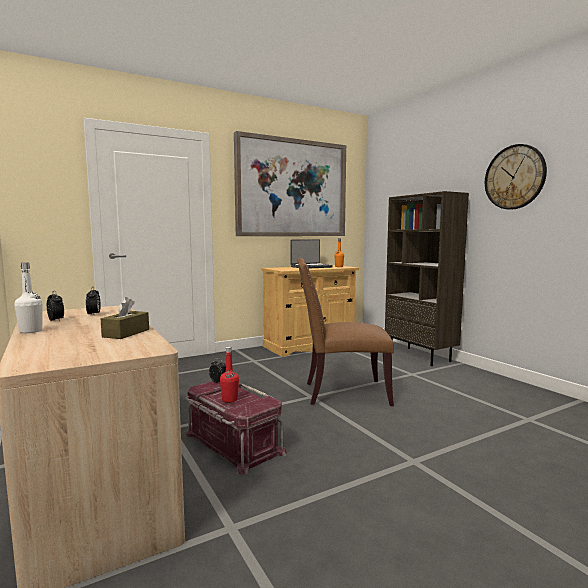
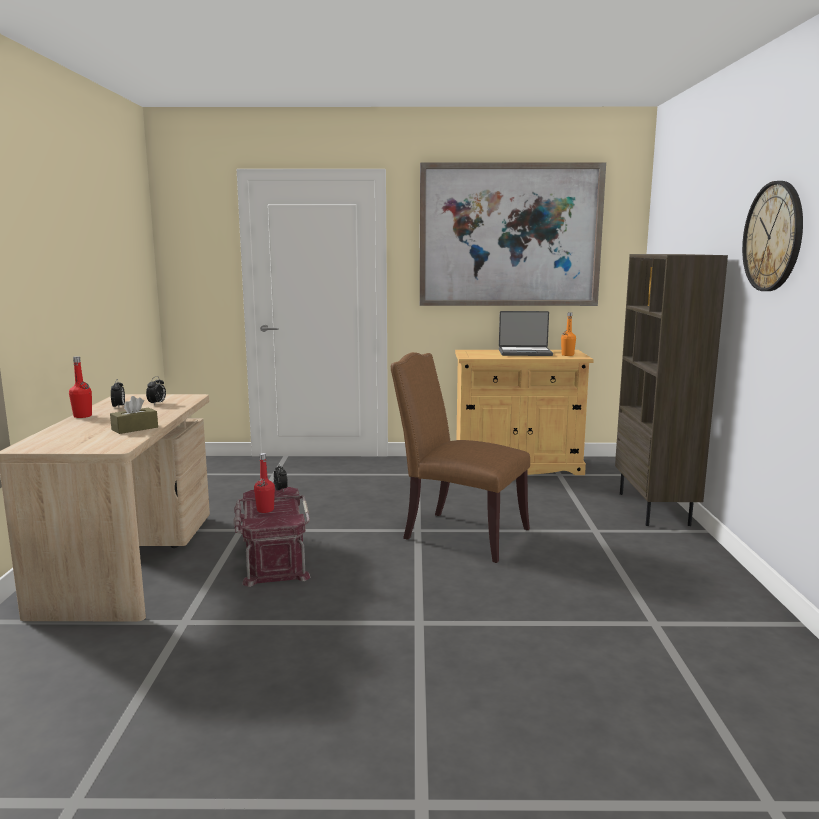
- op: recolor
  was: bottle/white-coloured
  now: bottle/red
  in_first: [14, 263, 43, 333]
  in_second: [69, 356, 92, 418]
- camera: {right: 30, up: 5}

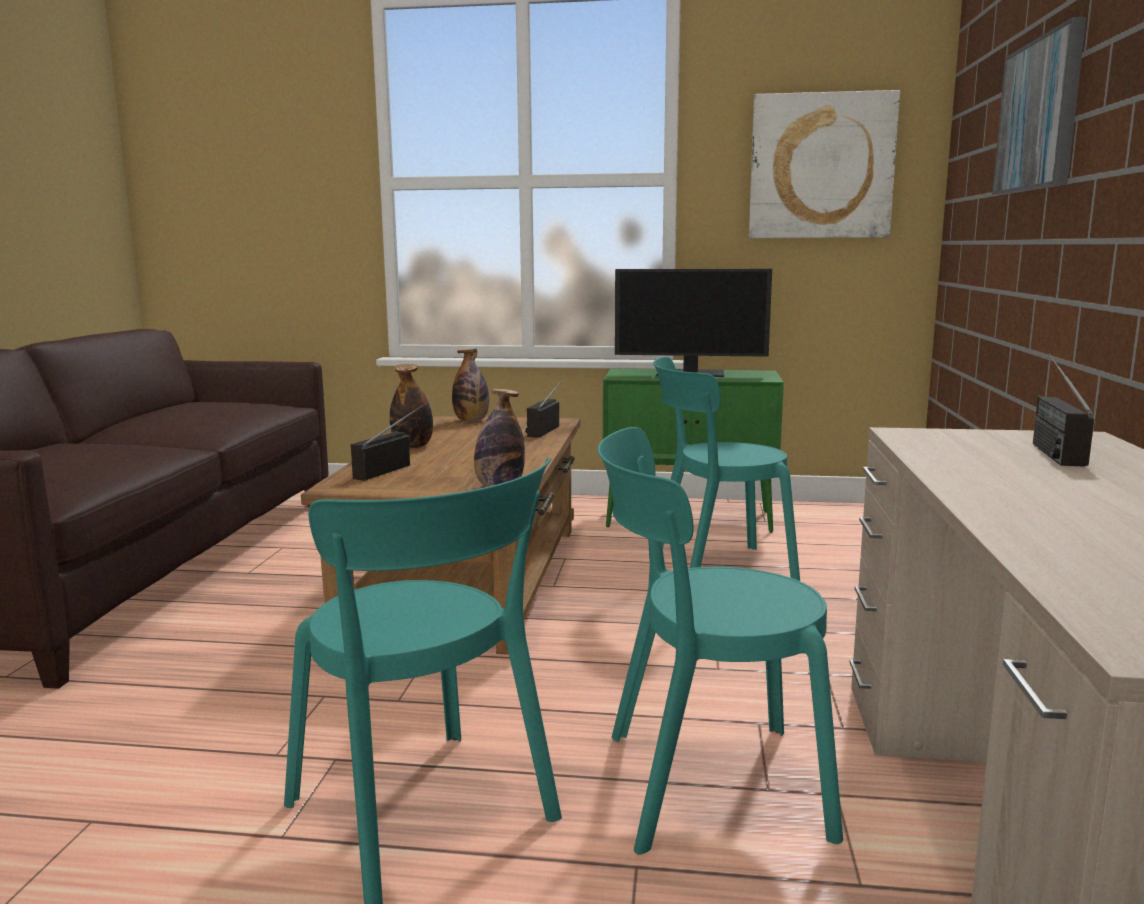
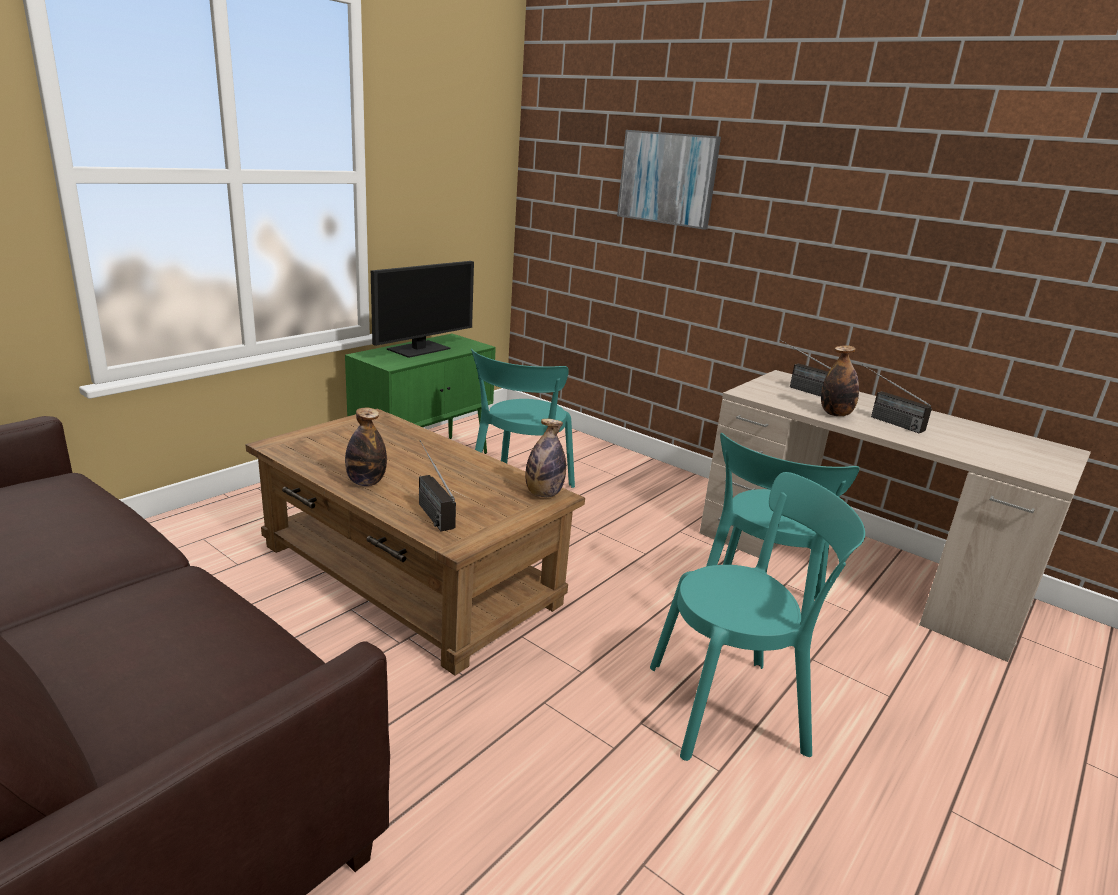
- op: delete
  was: wall picture
  in_first: [749, 90, 900, 238]
- op: move
  was: bottle
  in_first: [452, 349, 489, 421]
  in_second: [821, 345, 859, 416]
- op: move
  was: radio receiver
  in_first: [525, 374, 568, 438]
  in_second: [862, 364, 932, 433]
- camera: {right: -60, up: 10}

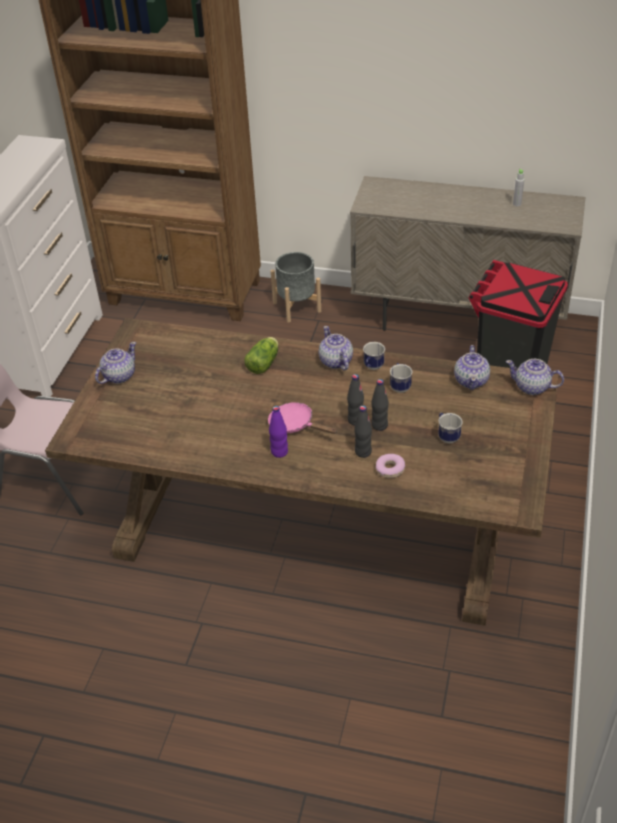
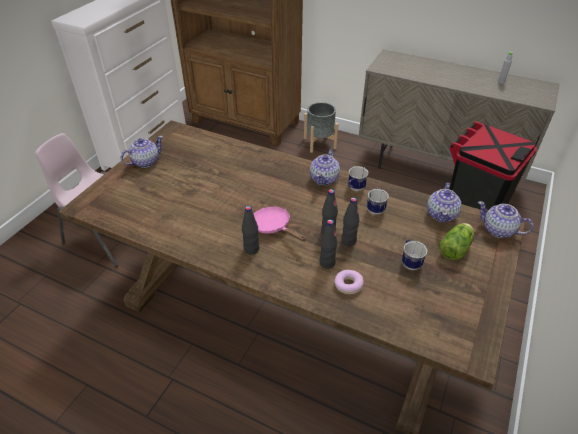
- op: move
  was: lettuce head
  in_first: [244, 337, 279, 374]
  in_second: [439, 223, 474, 260]
- op: recolor
  was: bottle/purple-coloured
  now: bottle/blackish
  in_first: [269, 406, 288, 458]
  in_second: [242, 206, 259, 254]
- op: rotate
  was: teapot
  in_first: [319, 326, 353, 370]
  in_second: [310, 150, 340, 185]
  clockwise: -150
- camera: {right: 10, up: 0}

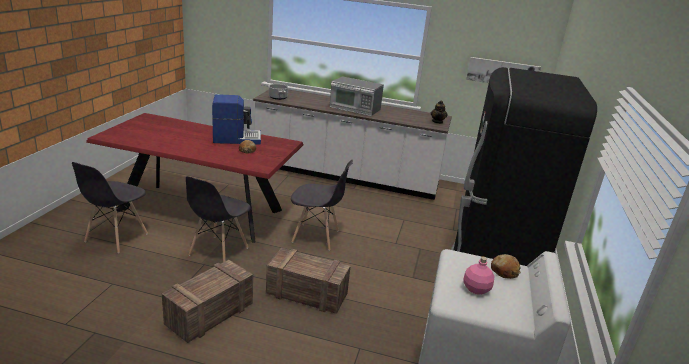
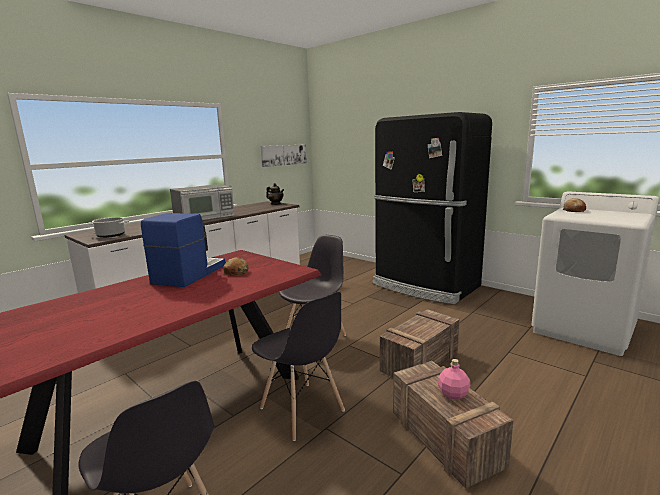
- op: move
  was: bottle/pink-coloured
  in_first: [463, 256, 494, 295]
  in_second: [438, 359, 470, 400]
- camera: {right: -60, up: -10}

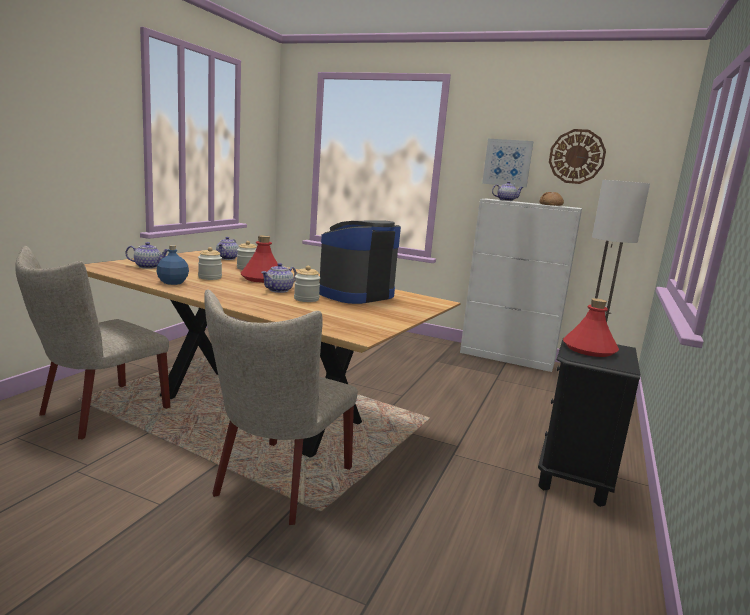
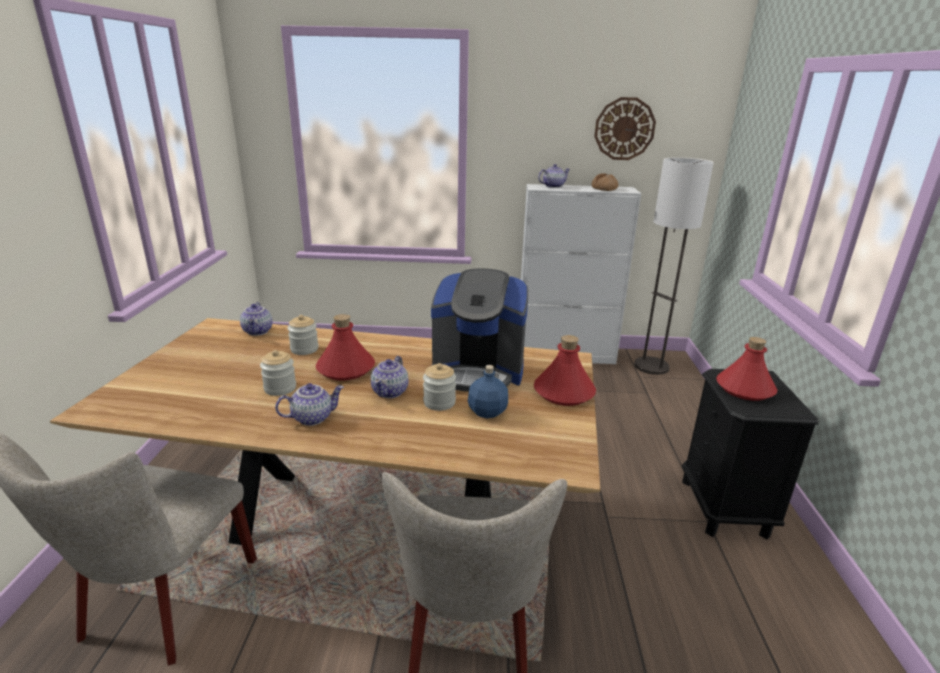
- op: delete
  was: wall picture
  in_first: [482, 139, 534, 187]
- op: insert
  now: bottle/red
  in_second: [534, 335, 596, 406]
- op: move
  was: teapot
  in_first: [125, 242, 168, 269]
  in_second: [275, 383, 344, 426]
- op: move
  was: bottle/blue
  in_first: [157, 245, 189, 285]
  in_second: [468, 365, 508, 418]
- op: rotate
  was: coffee machine
  in_first: [319, 220, 401, 304]
  in_second: [431, 268, 528, 392]
  clockwise: -105
- camera: {right: -20, up: 10}

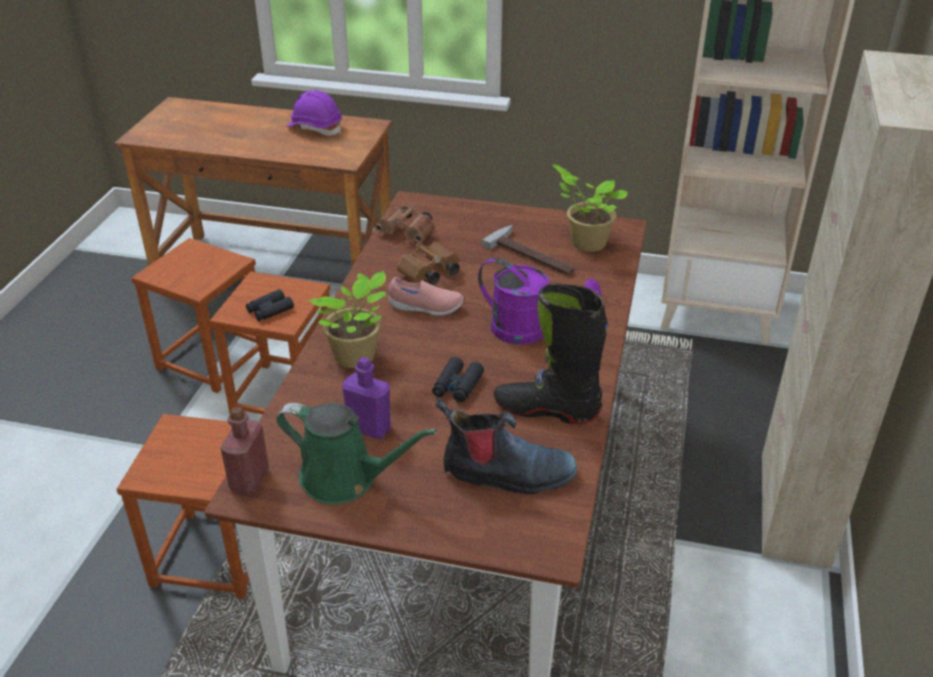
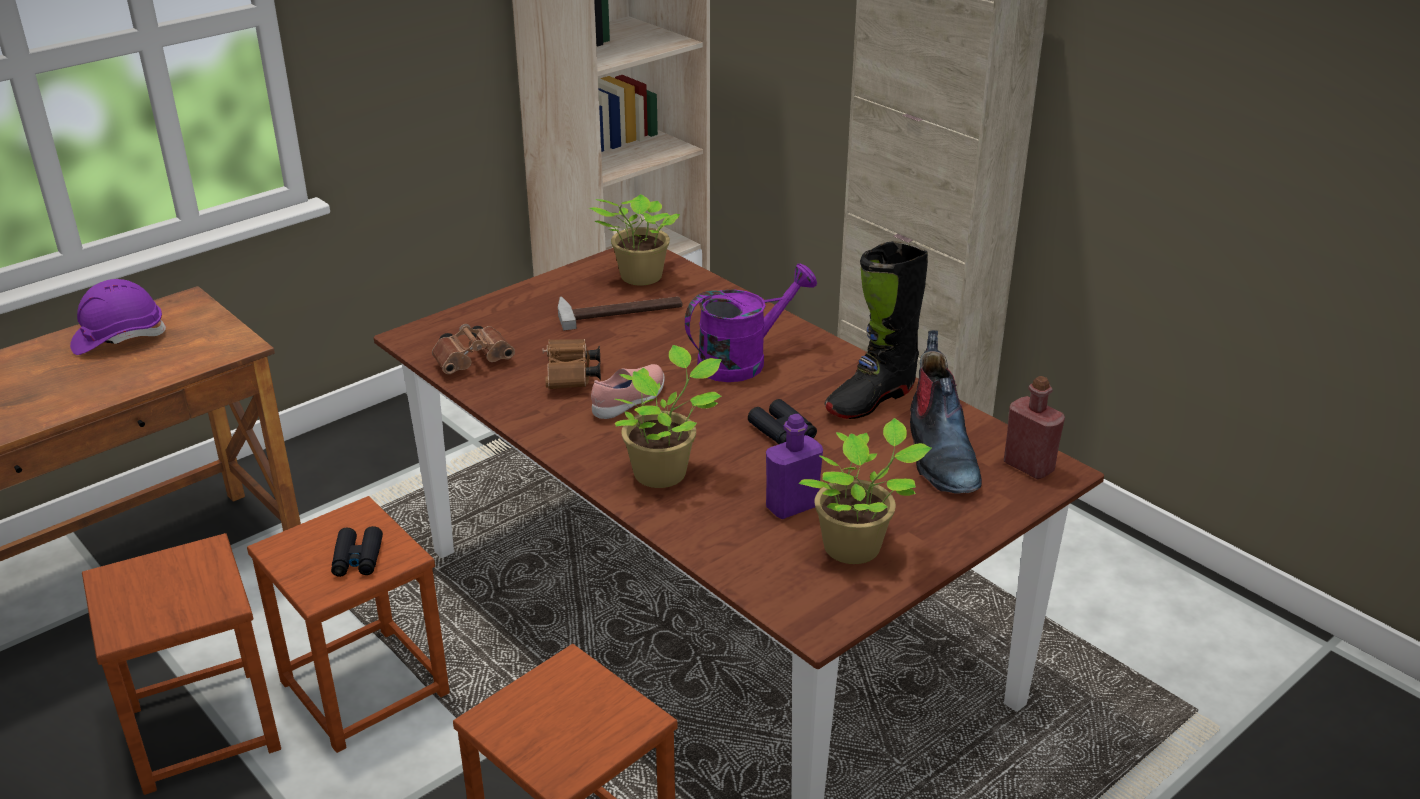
- op: move
  was: bottle/red
  in_first: [220, 407, 269, 494]
  in_second: [1004, 376, 1065, 479]
- op: replace
  was: watering pot/greenish
  now: plant in a pot
  in_first: [276, 403, 437, 504]
  in_second: [799, 418, 932, 564]
- op: rotate
  was: boot
  in_first: [435, 398, 577, 494]
  in_second: [910, 330, 982, 494]
  clockwise: 135
- camera: {right: -55, up: -5}

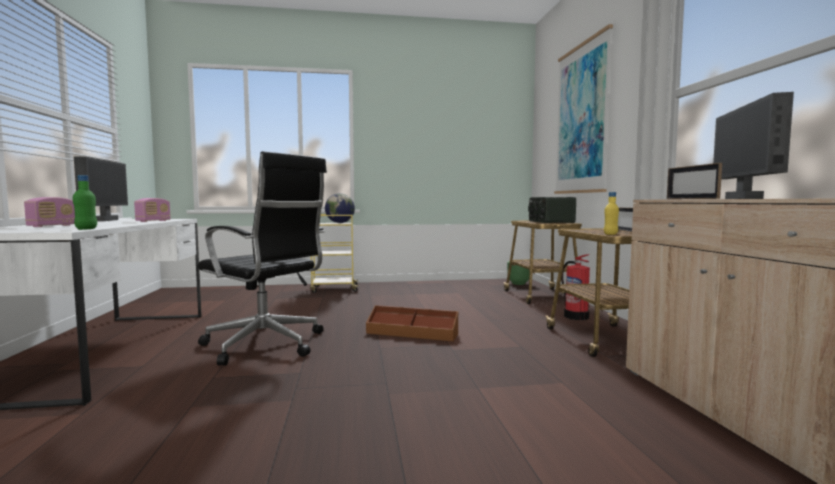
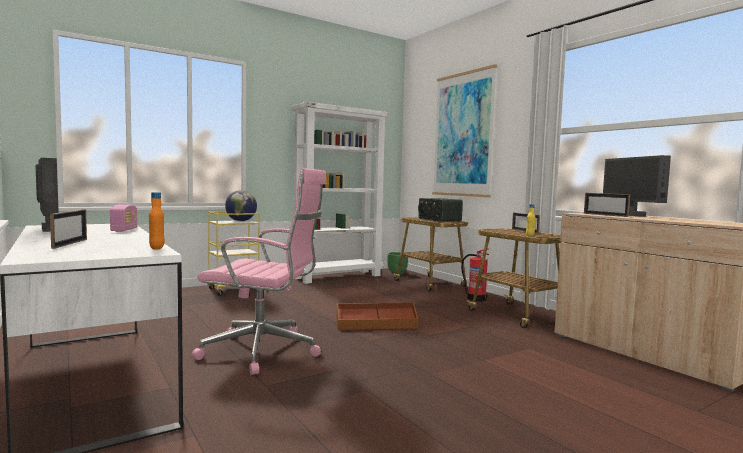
- op: insert
  now: bookshelf/white-coloured
  in_second: [291, 102, 389, 284]
- op: replace
  was: radio receiver
  now: standing frame
  in_first: [24, 197, 75, 227]
  in_second: [50, 209, 87, 249]
- op: recolor
  was: bottle/greenish
  now: bottle/orange-coloured
  in_first: [73, 175, 97, 230]
  in_second: [149, 192, 165, 250]
- op: recolor
  was: desk chair/blackish
  now: desk chair/pink-coloured
  in_first: [198, 151, 327, 366]
  in_second: [192, 168, 327, 375]
- camera: {right: -25, up: 0}

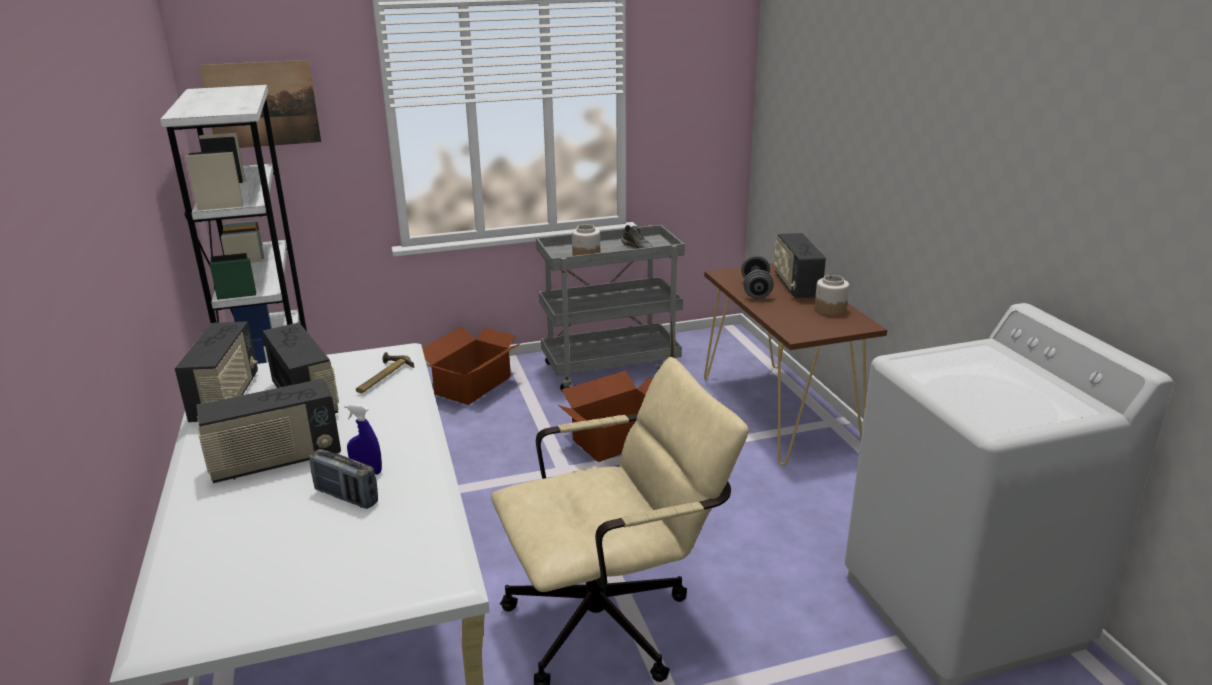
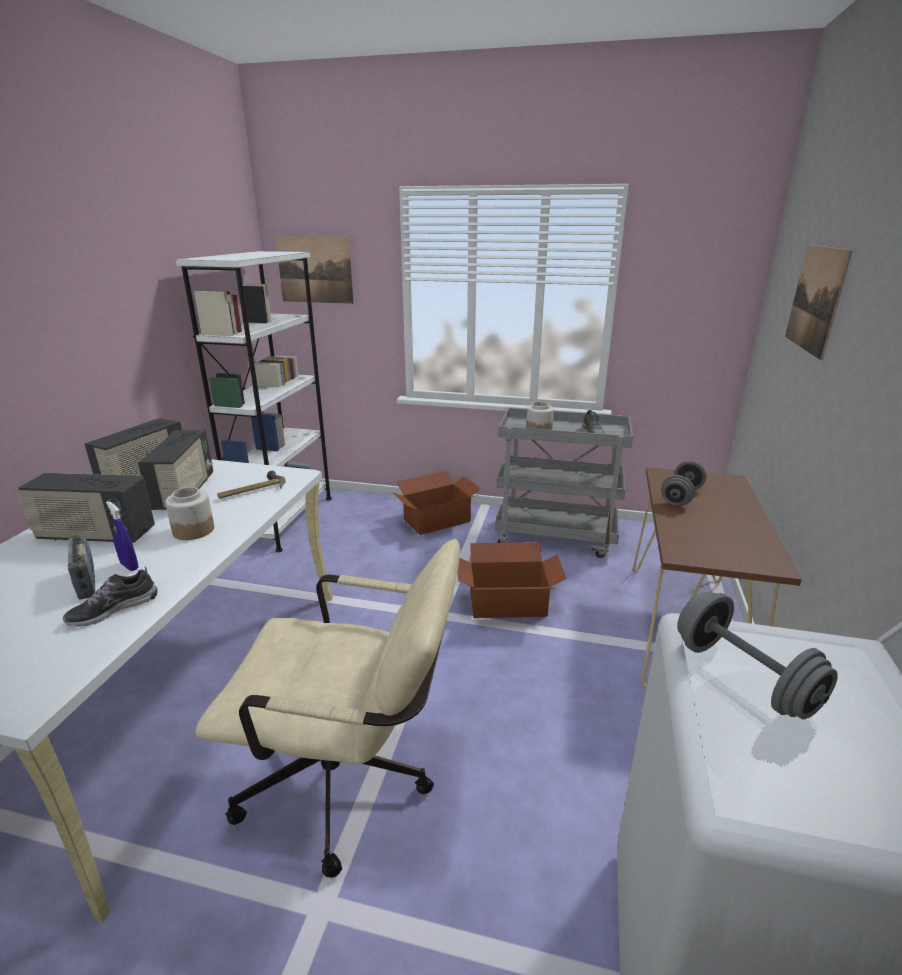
- op: delete
  was: radio receiver
  in_first: [774, 233, 826, 298]
- op: insert
  now: shoe
  in_second: [63, 566, 158, 626]
- op: insert
  now: hand weight/greyish
  in_second: [677, 592, 838, 719]
- op: insert
  now: wall picture
  in_second: [785, 244, 853, 360]
- op: move
  was: preserve jar
  in_first: [814, 275, 849, 316]
  in_second: [165, 487, 214, 540]
- camera: {right: 30, up: 0}

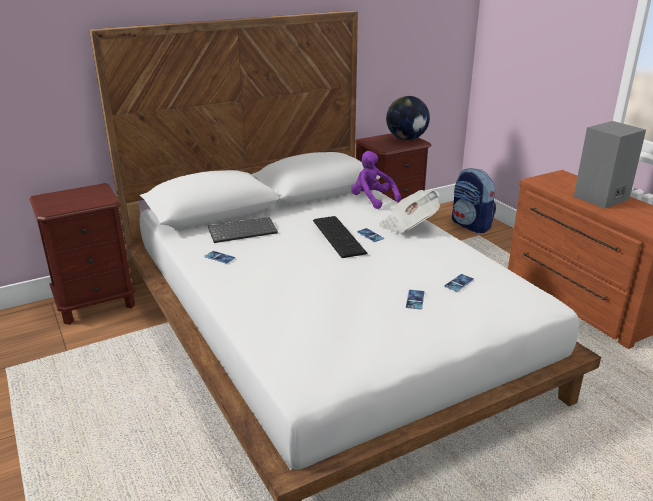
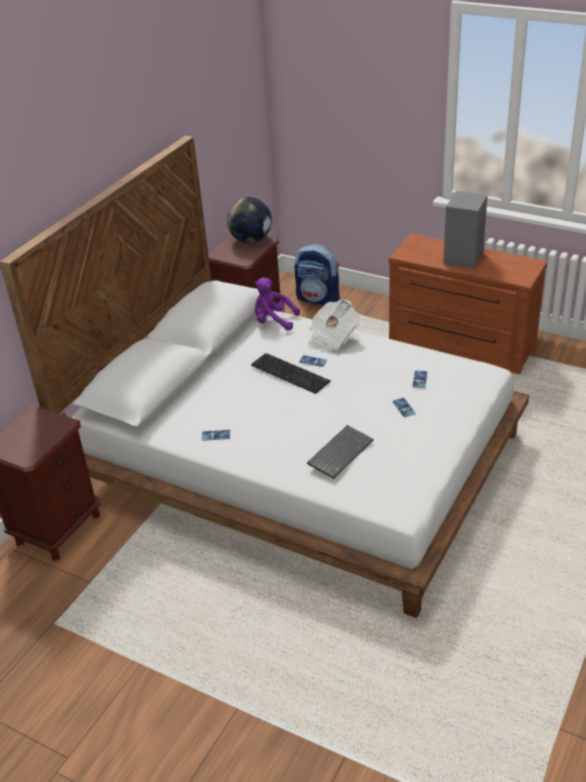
- op: move
  was: keyboard
  in_first: [208, 217, 278, 243]
  in_second: [307, 425, 373, 479]
- camera: {right: -30, up: 10}

